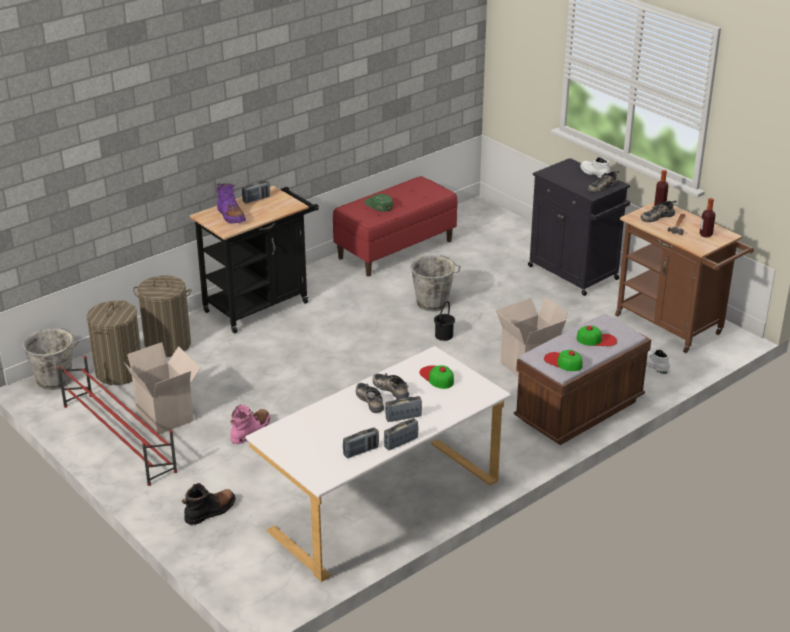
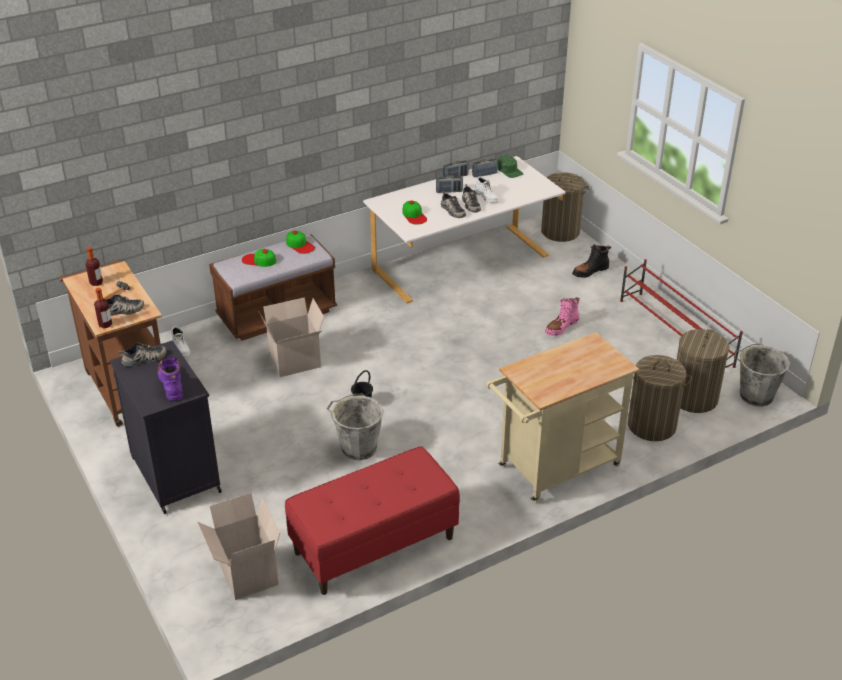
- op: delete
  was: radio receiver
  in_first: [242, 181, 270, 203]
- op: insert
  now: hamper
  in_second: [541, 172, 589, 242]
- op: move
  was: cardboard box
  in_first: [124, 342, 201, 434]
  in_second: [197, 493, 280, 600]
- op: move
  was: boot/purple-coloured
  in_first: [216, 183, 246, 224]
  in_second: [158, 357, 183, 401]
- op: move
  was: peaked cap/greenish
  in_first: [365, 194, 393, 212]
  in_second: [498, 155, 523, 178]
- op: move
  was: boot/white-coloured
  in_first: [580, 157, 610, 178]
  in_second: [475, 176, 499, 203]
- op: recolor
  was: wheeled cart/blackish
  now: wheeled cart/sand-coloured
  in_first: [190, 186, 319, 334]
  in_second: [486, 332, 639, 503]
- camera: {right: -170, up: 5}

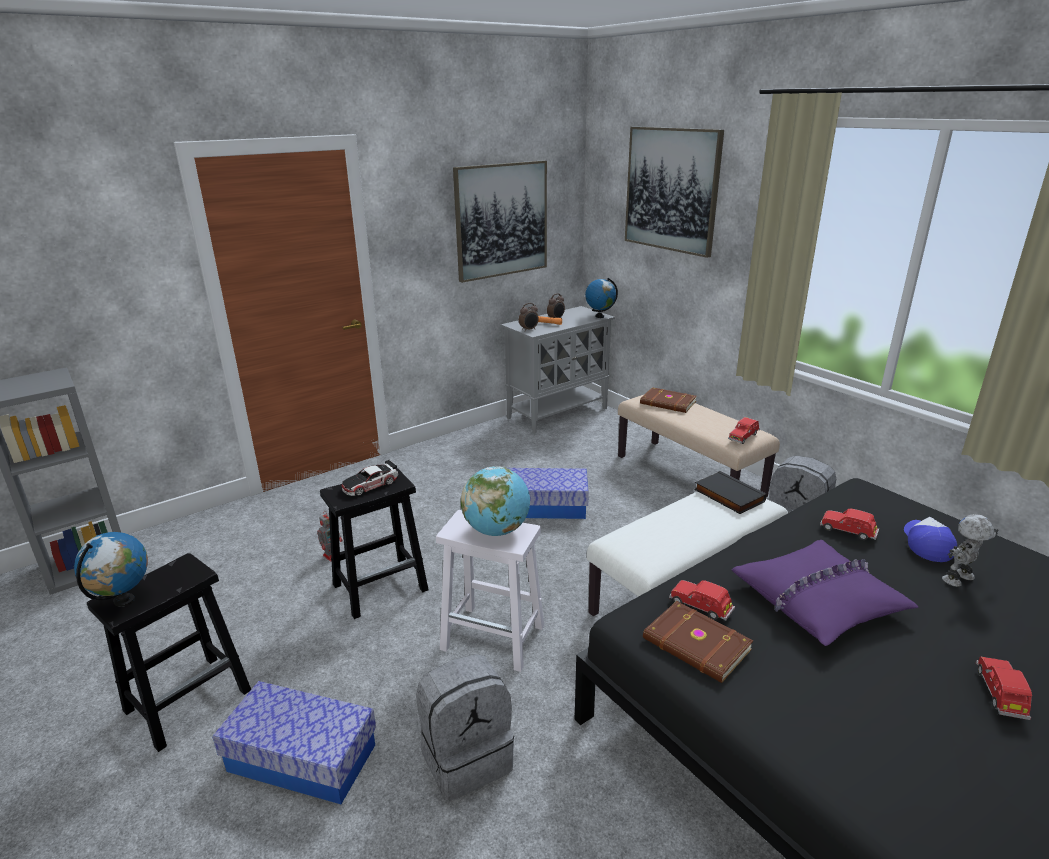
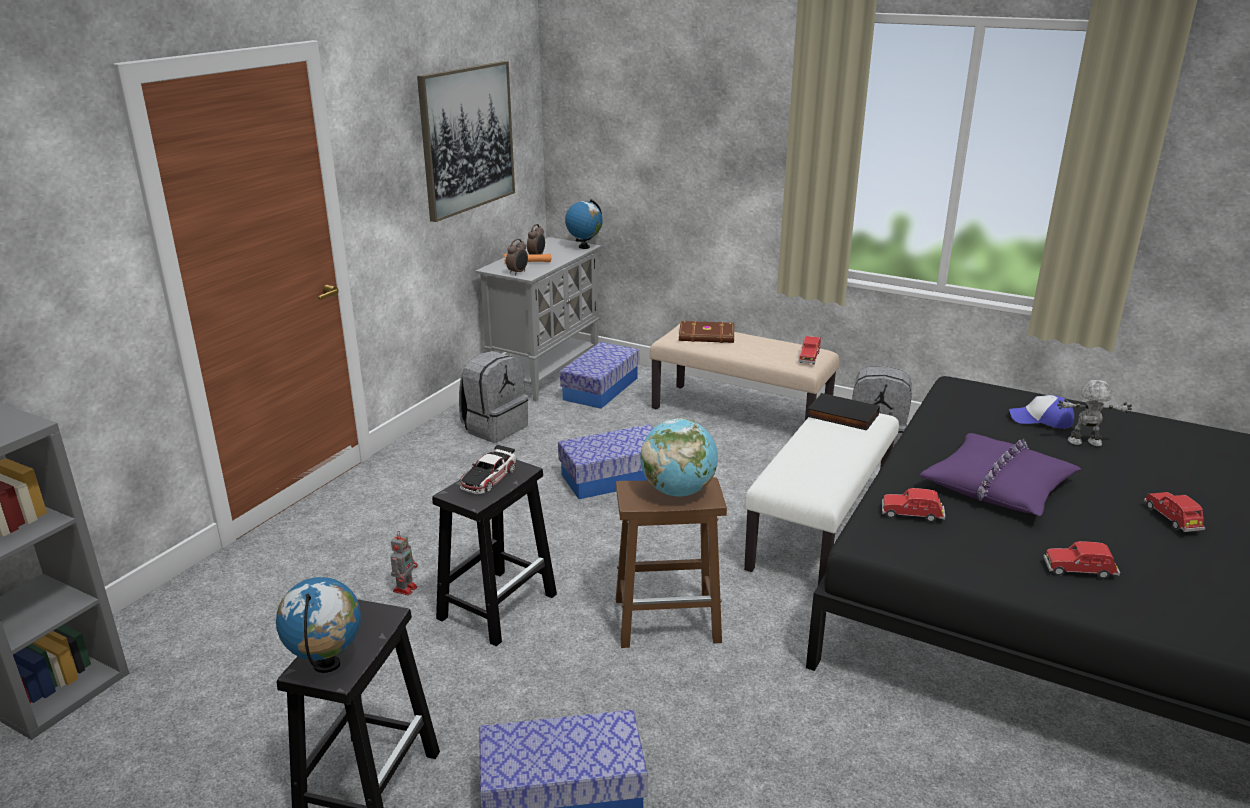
- op: delete
  was: wall picture
  in_first: [625, 127, 724, 258]
- op: delete
  was: volume/brown
  in_first: [643, 601, 754, 683]
- op: insert
  now: storage container
  in_second: [560, 342, 639, 409]
- op: move
  was: rucksack/greyish
  in_first: [416, 654, 514, 801]
  in_second: [459, 351, 528, 443]
- op: move
  was: miniature car/red
  in_first: [820, 509, 879, 540]
  in_second: [1043, 541, 1120, 579]
- op: recolor
  was: stool seat/white-coloured
  now: stool seat/brown
  in_first: [436, 510, 544, 672]
  in_second: [616, 477, 727, 648]
- op: rotate
  was: peaked cap
  in_first: [904, 517, 957, 562]
  in_second: [1009, 395, 1074, 429]
  clockwise: -60
- op: rotate
  was: robot figure
  in_first: [942, 514, 998, 587]
  in_second: [1057, 380, 1132, 446]
  clockwise: 60
- camera: {right: -25, up: 0}

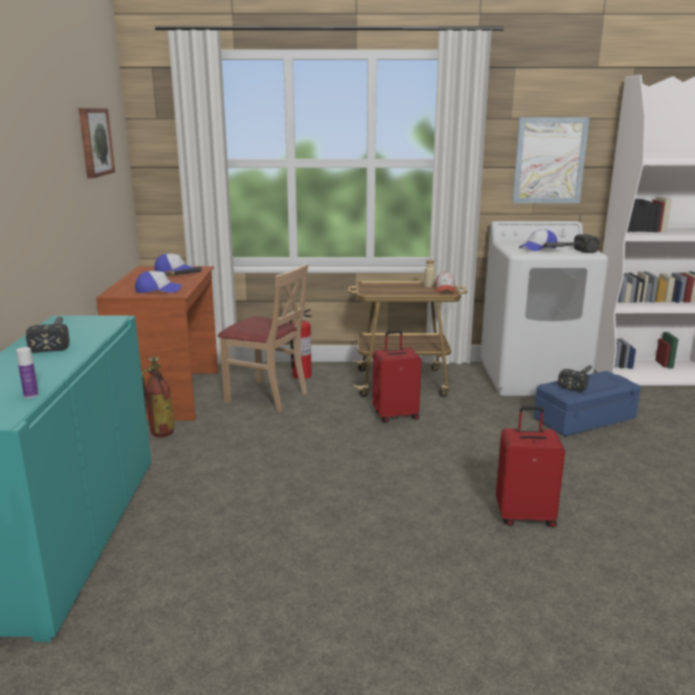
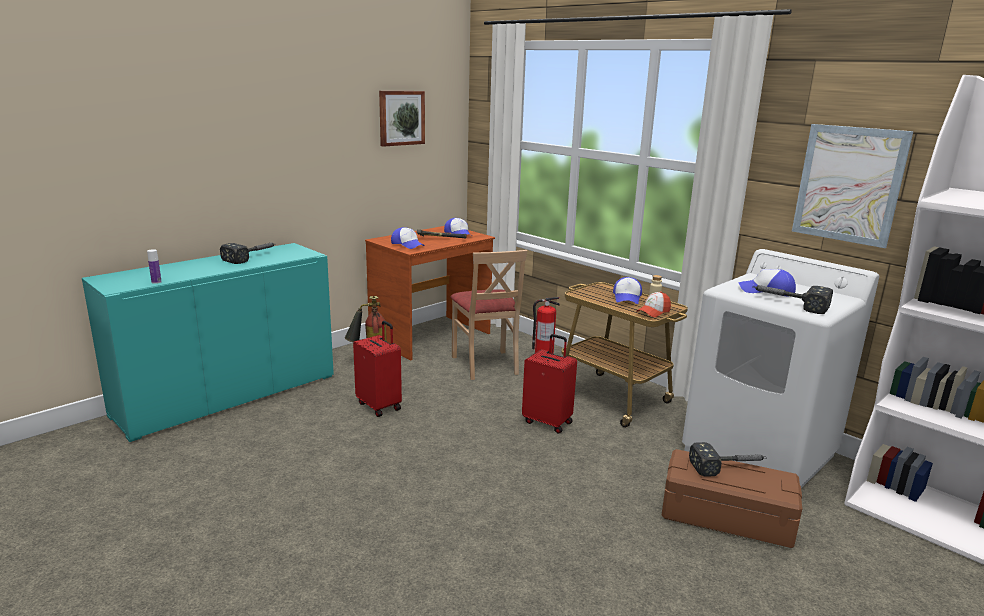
- op: insert
  now: peaked cap
  in_second: [613, 277, 642, 304]
- op: move
  was: suitcase/red
  in_first: [496, 406, 565, 528]
  in_second: [353, 321, 402, 417]
- op: recolor
  was: storage container/blue
  now: storage container/brown
  in_first: [534, 371, 640, 436]
  in_second: [662, 449, 802, 549]
- camera: {right: 45, up: 0}

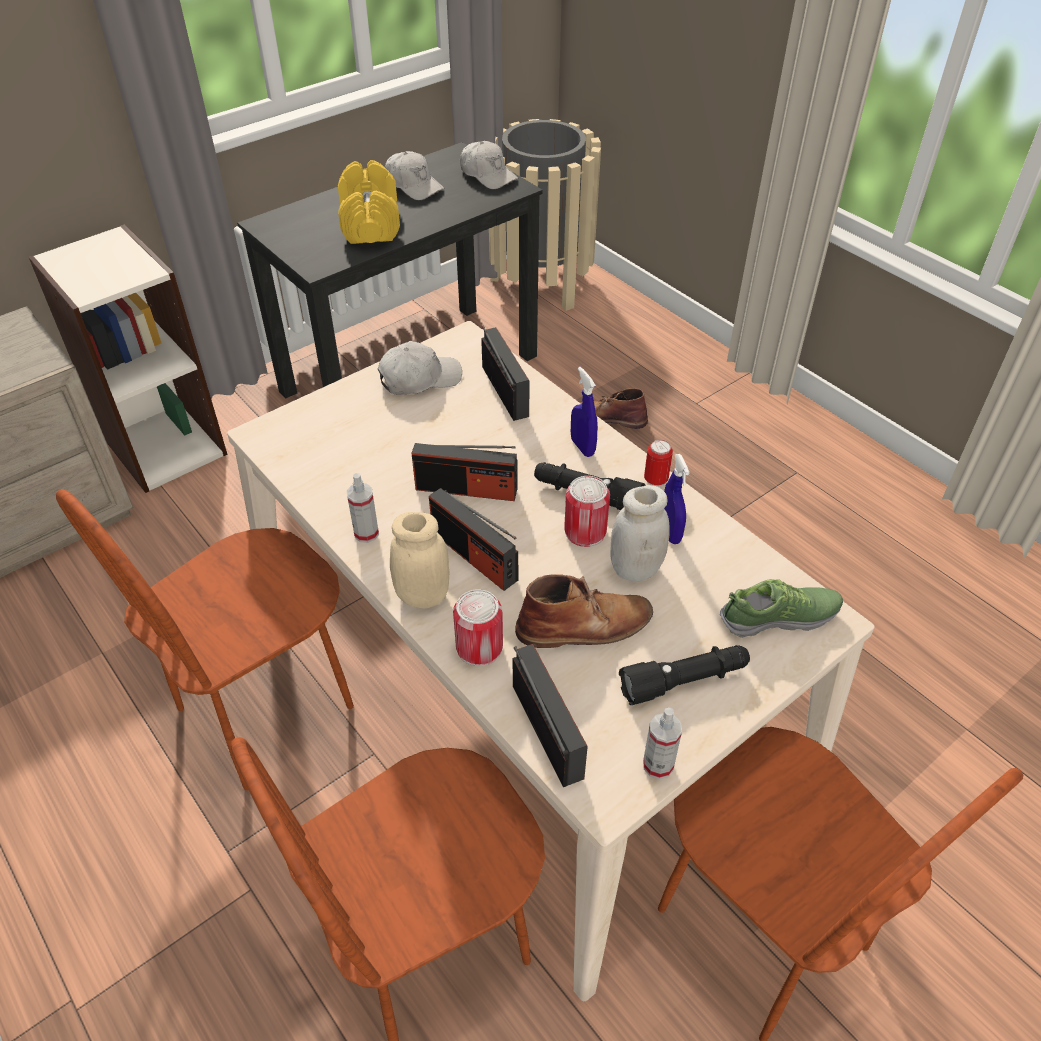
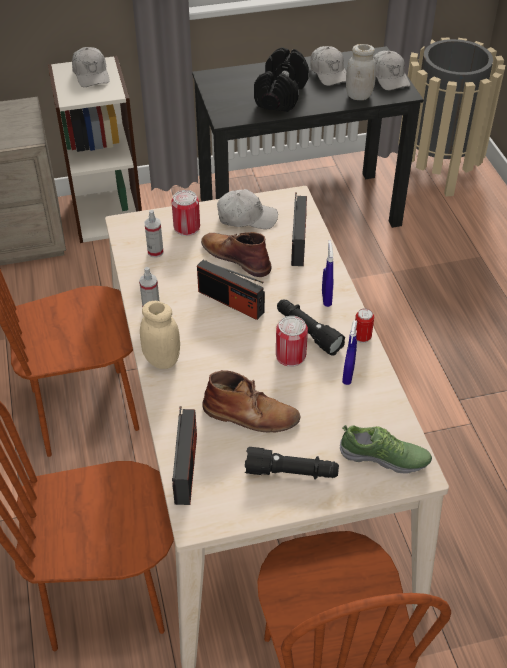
- op: delete
  was: radio receiver
  in_first: [429, 488, 518, 591]
- op: insert
  now: peaked cap/white-coloured
  in_second: [72, 47, 110, 87]
- op: move
  was: sealed can
  in_first: [453, 589, 503, 666]
  in_second: [171, 190, 200, 236]
- op: move
  was: boot/brown
  in_first: [579, 388, 648, 429]
  in_second: [201, 232, 271, 277]
- op: move
  was: preserve jar/white-coloured
  in_first: [610, 485, 670, 582]
  in_second: [346, 44, 376, 100]
- op: move
  was: hand sprayer
  in_first: [643, 707, 682, 779]
  in_second: [144, 210, 164, 258]
- op: recolor
  was: hand weight/yellowish
  now: hand weight/blackish
  in_first: [338, 160, 400, 244]
  in_second: [254, 47, 309, 112]
- camera: {right: 25, up: 0}

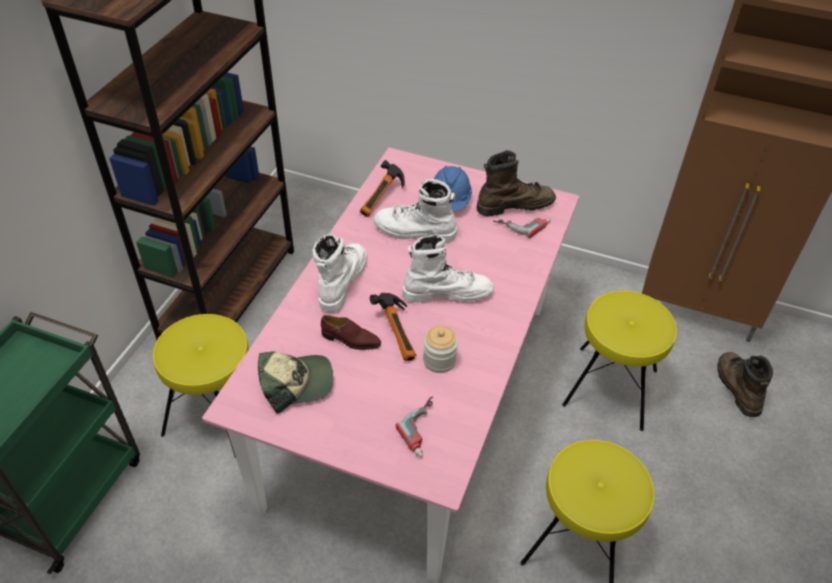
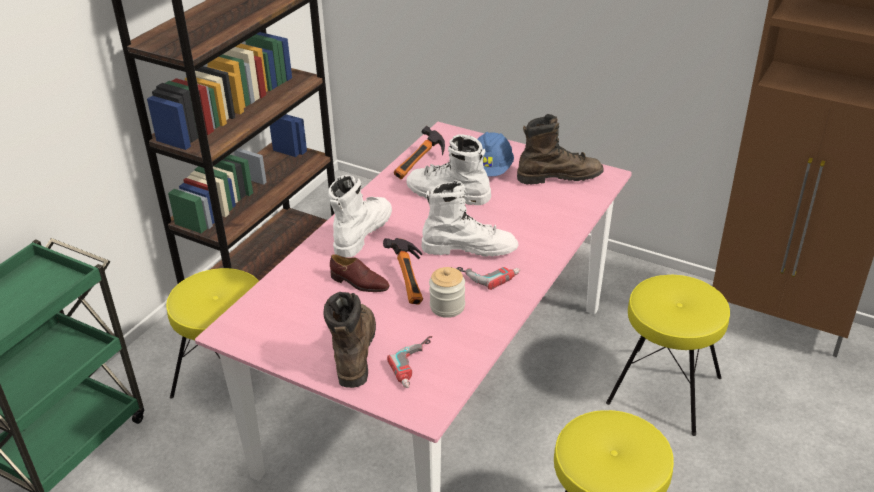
- op: delete
  was: peaked cap
  in_first: [258, 352, 333, 414]
- op: move
  was: electric drill
  in_first: [493, 218, 551, 238]
  in_second: [452, 267, 520, 290]
- op: move
  was: boot/brown
  in_first: [717, 352, 773, 417]
  in_second: [323, 292, 376, 388]
- camera: {right: 10, up: -10}

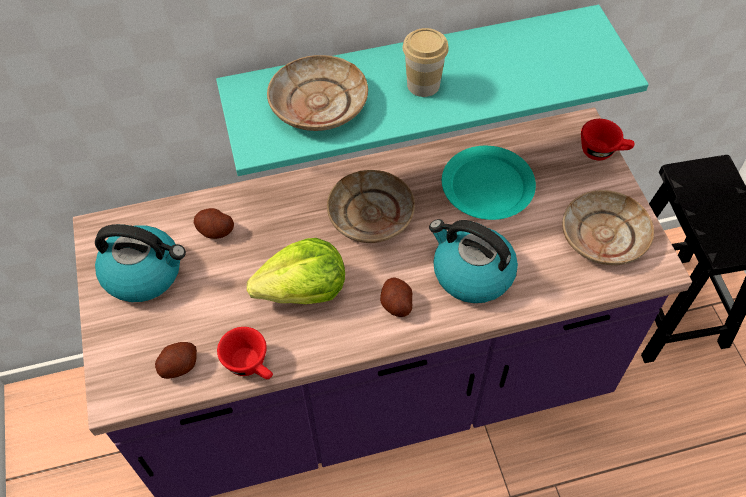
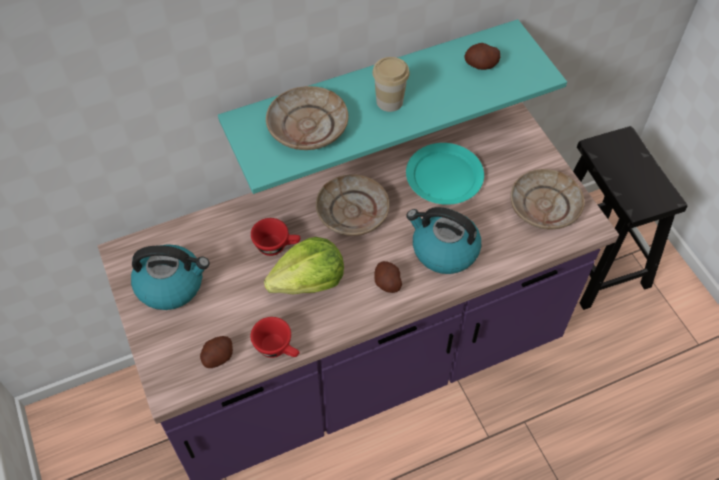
- op: move
  was: potato
  in_first: [194, 208, 234, 239]
  in_second: [464, 43, 501, 70]
- op: move
  was: cup/red
  in_first: [581, 119, 635, 161]
  in_second: [251, 218, 300, 256]
- camera: {right: -10, up: 0}

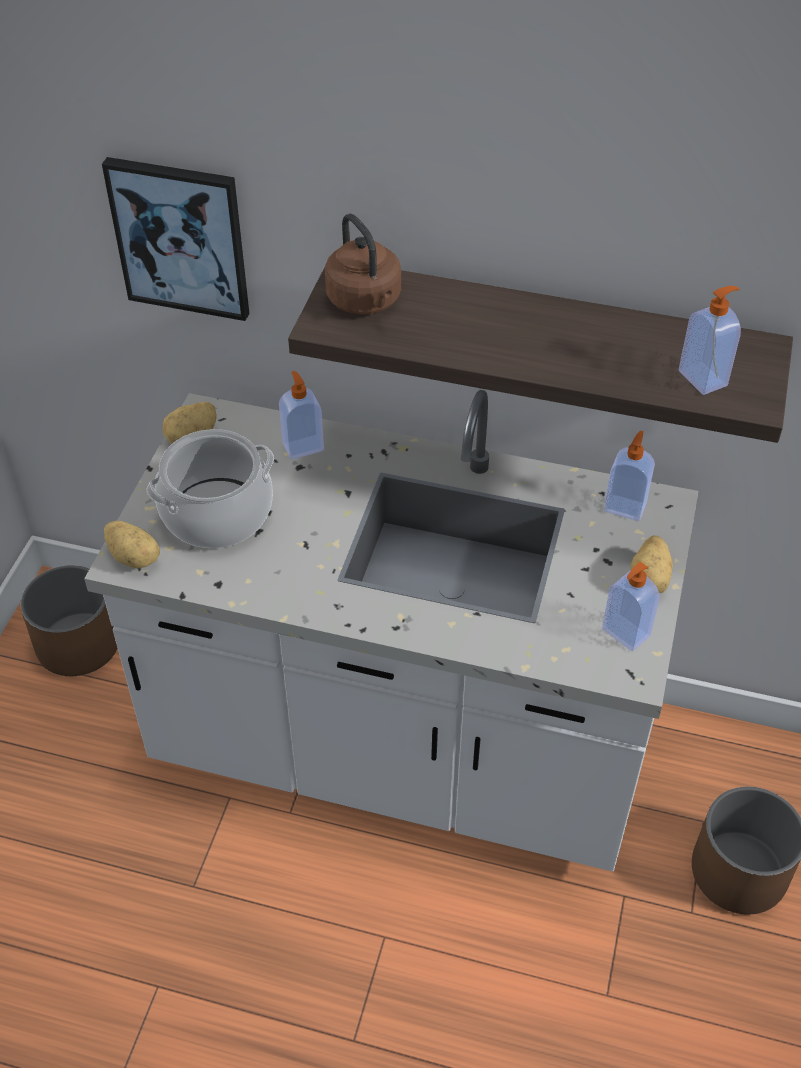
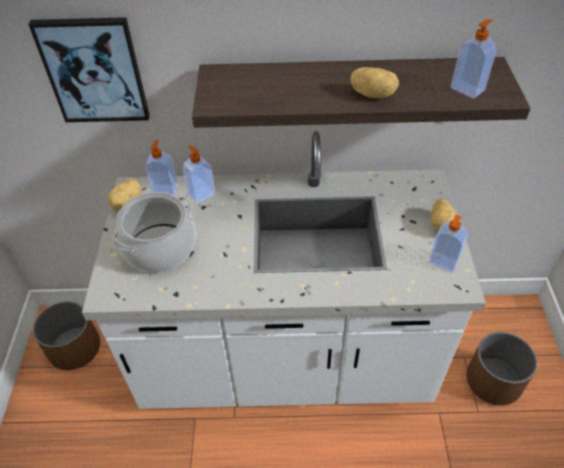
- op: delete
  was: tea kettle/brown
  in_first: [325, 213, 401, 315]
- op: move
  was: potato
  in_first: [104, 521, 160, 568]
  in_second: [350, 67, 399, 98]
- op: move
  was: soap bottle
  in_first: [604, 431, 655, 521]
  in_second: [145, 140, 178, 196]
- camera: {right: -15, up: 0}

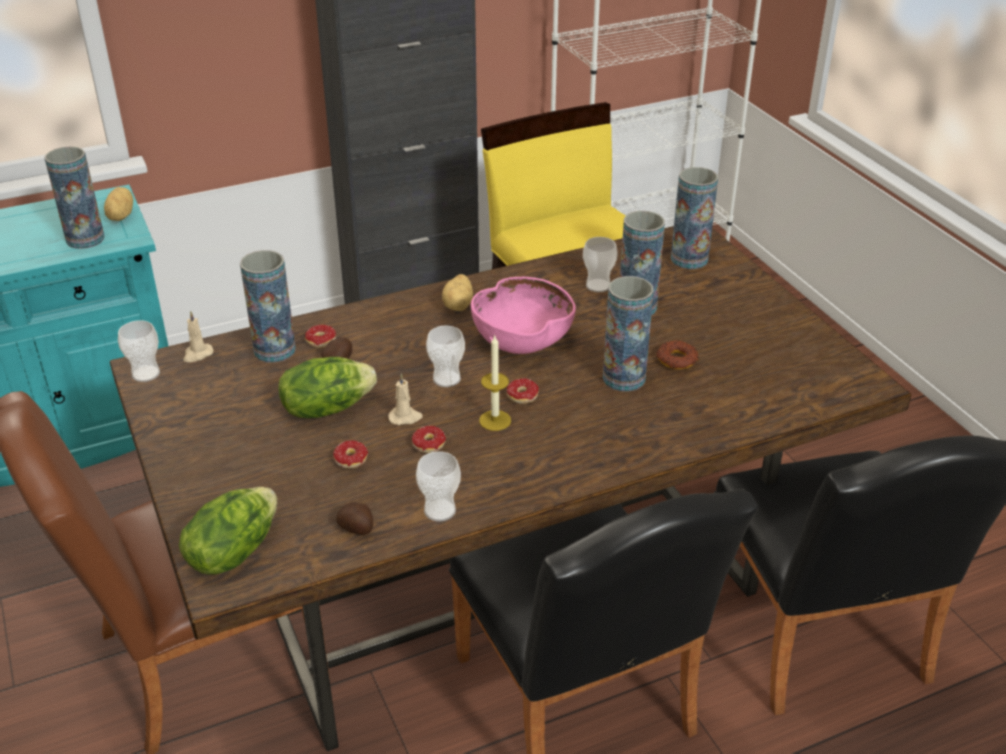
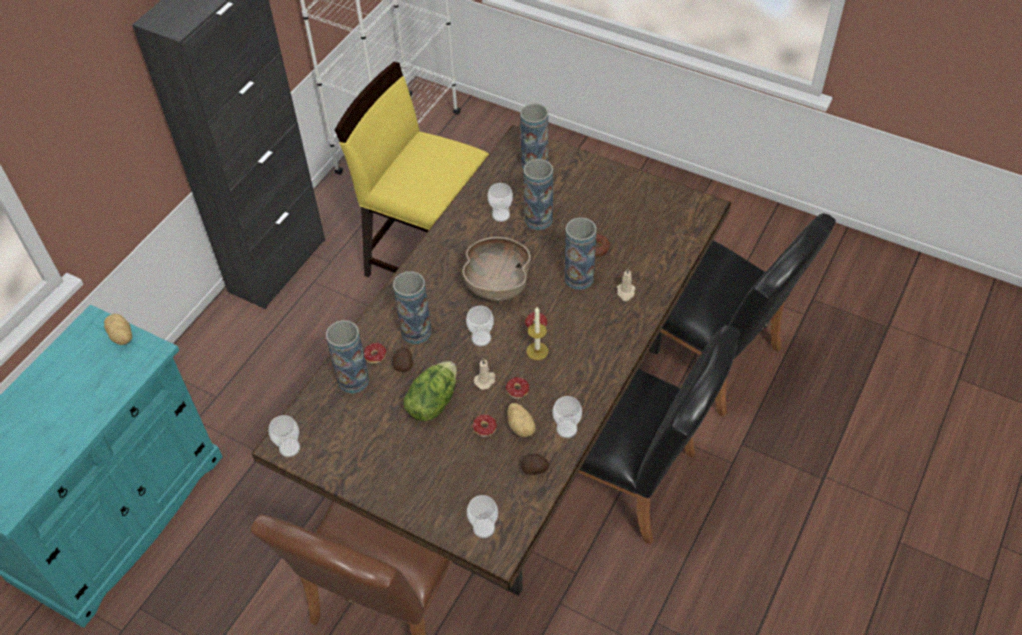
- op: move
  was: decorative vase
  in_first: [45, 146, 104, 249]
  in_second: [393, 271, 431, 344]
- op: move
  was: wax candle/sand-coloured
  in_first: [183, 311, 213, 362]
  in_second: [617, 269, 635, 301]
- op: move
  was: potato
  in_first: [442, 274, 473, 311]
  in_second: [507, 403, 536, 437]
- op: replace
  was: lettuce head
  now: cup
  in_first: [179, 487, 277, 575]
  in_second: [467, 495, 498, 538]
- op: recolor
  was: deep dish/pink-coloured
  now: deep dish/brown
  in_first: [471, 277, 576, 354]
  in_second: [463, 237, 531, 301]
- camera: {right: -35, up: 15}

